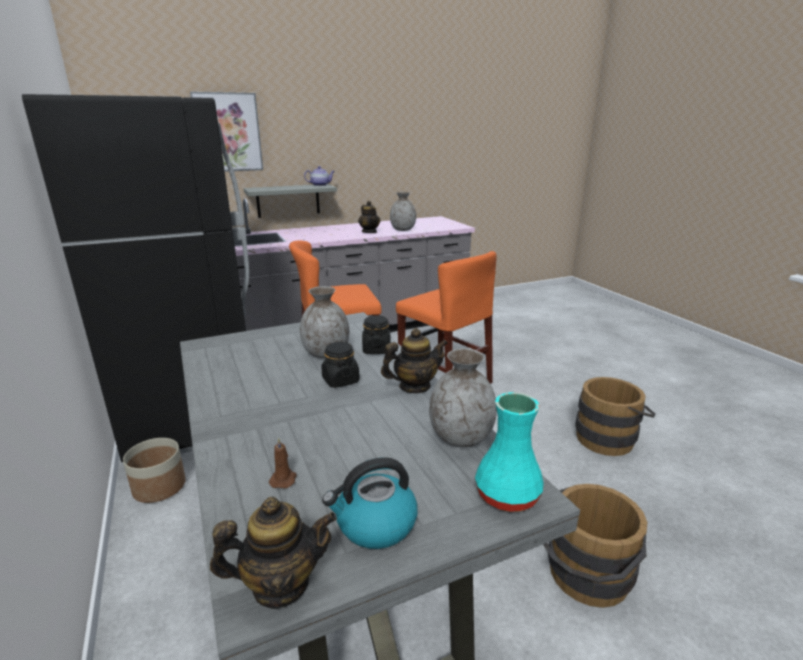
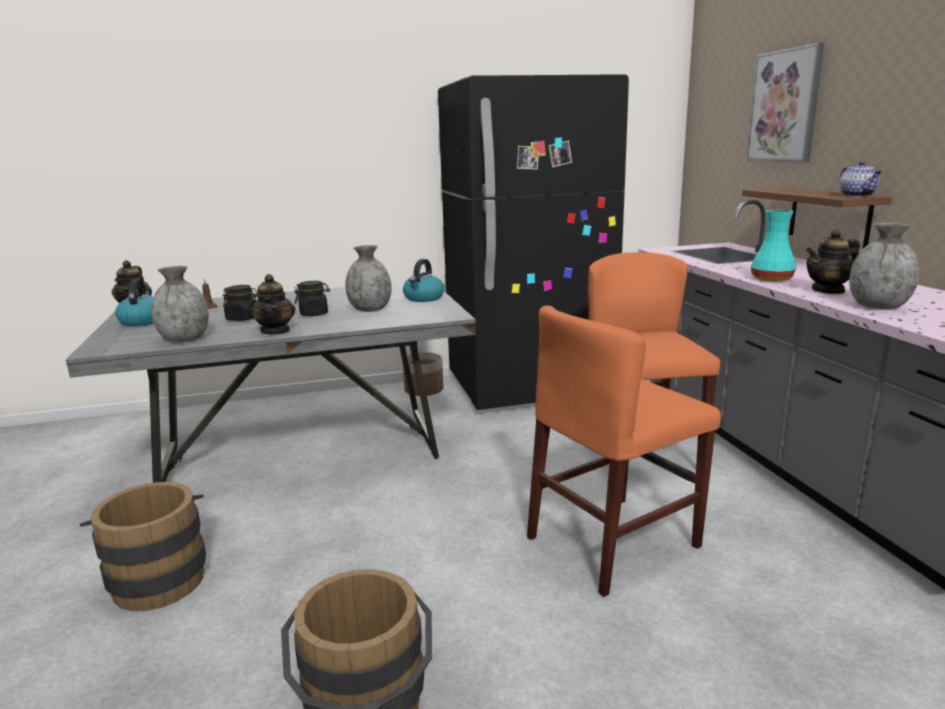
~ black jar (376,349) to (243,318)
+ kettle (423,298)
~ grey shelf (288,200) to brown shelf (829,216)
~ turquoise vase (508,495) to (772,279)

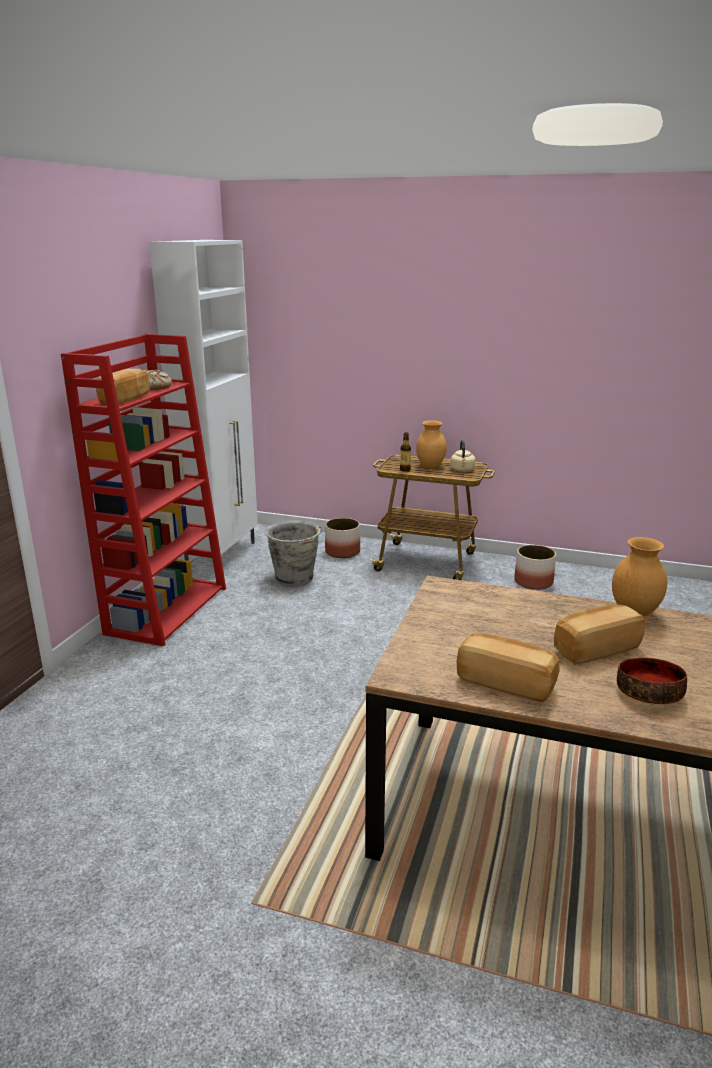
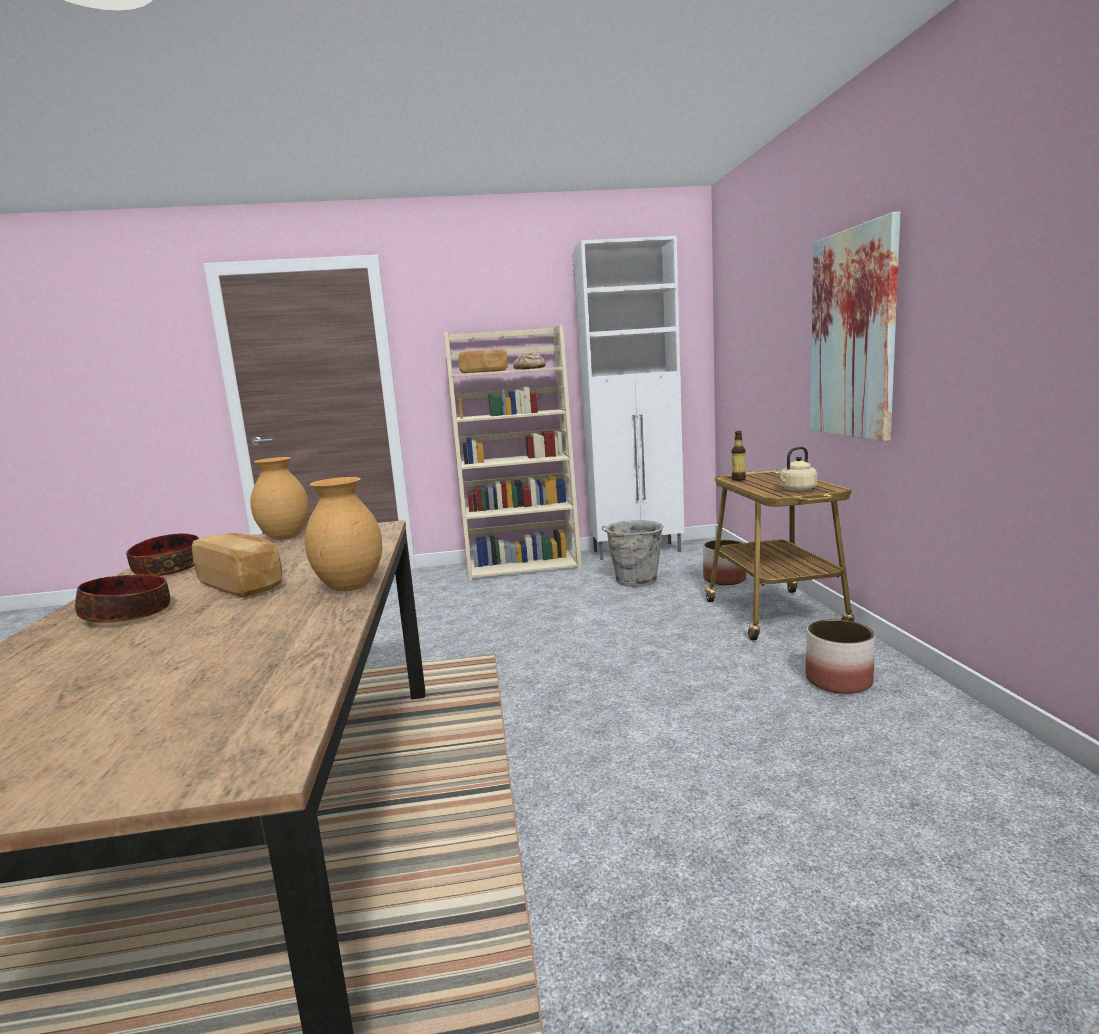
~ bread (506,682) to bowl (168,569)
~ brown vase (431,466) to (285,538)
~ red bookcase (167,609) to beige bookcase (524,566)
+ picture (853,334)

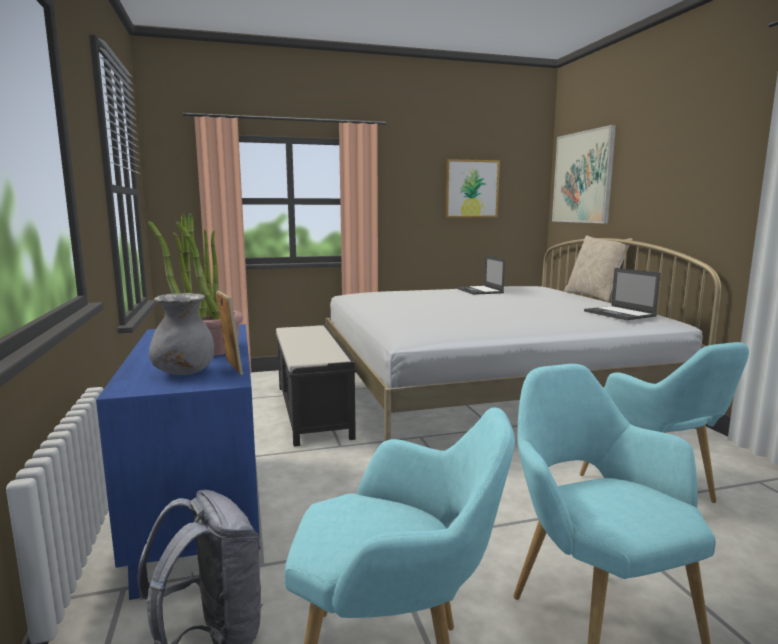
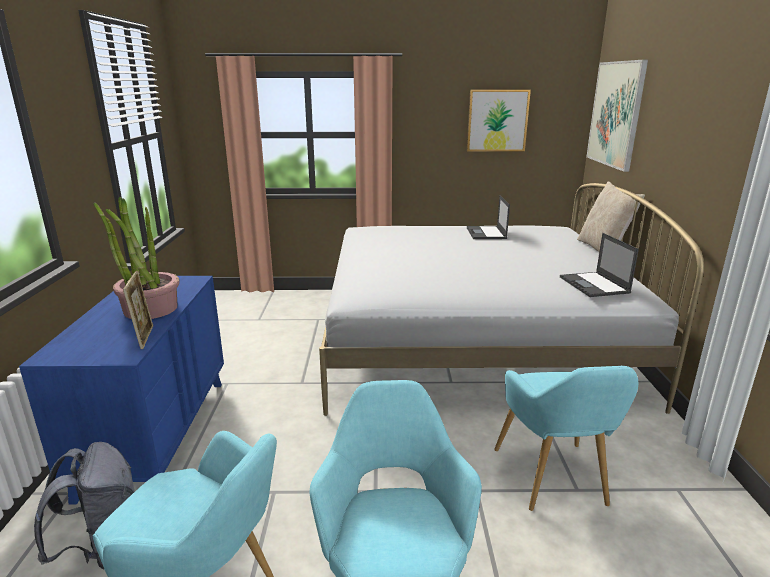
- grey vase (184,373)
- black bench (313,411)

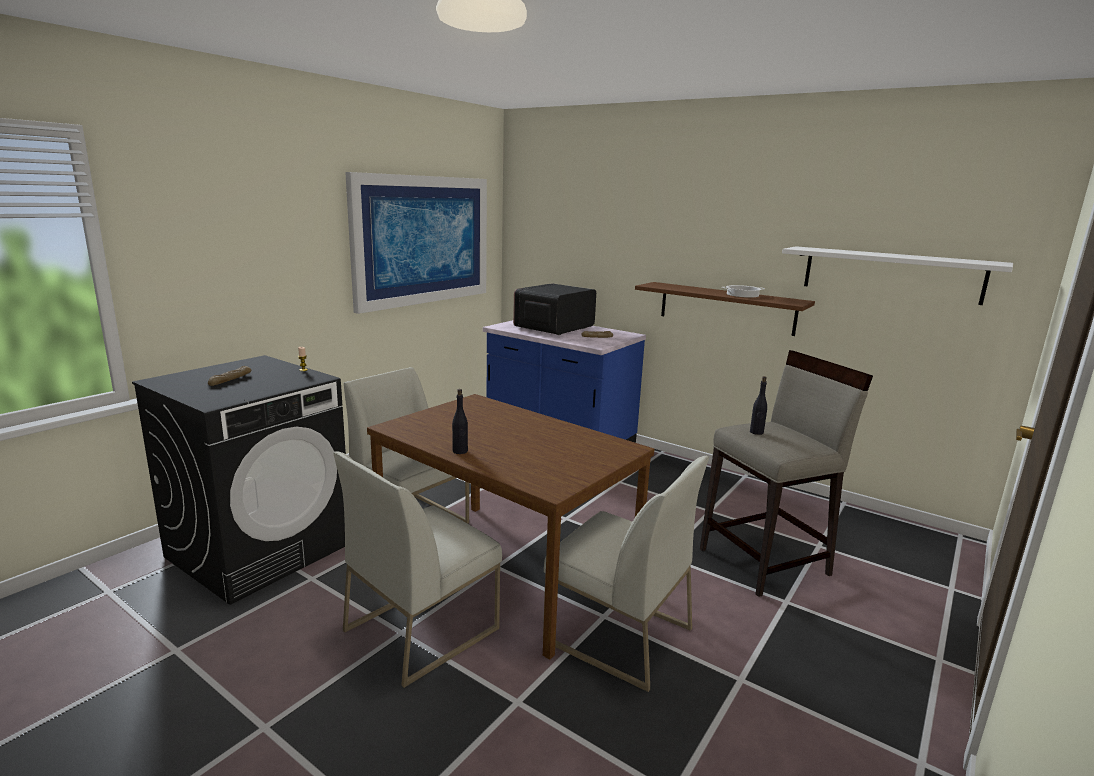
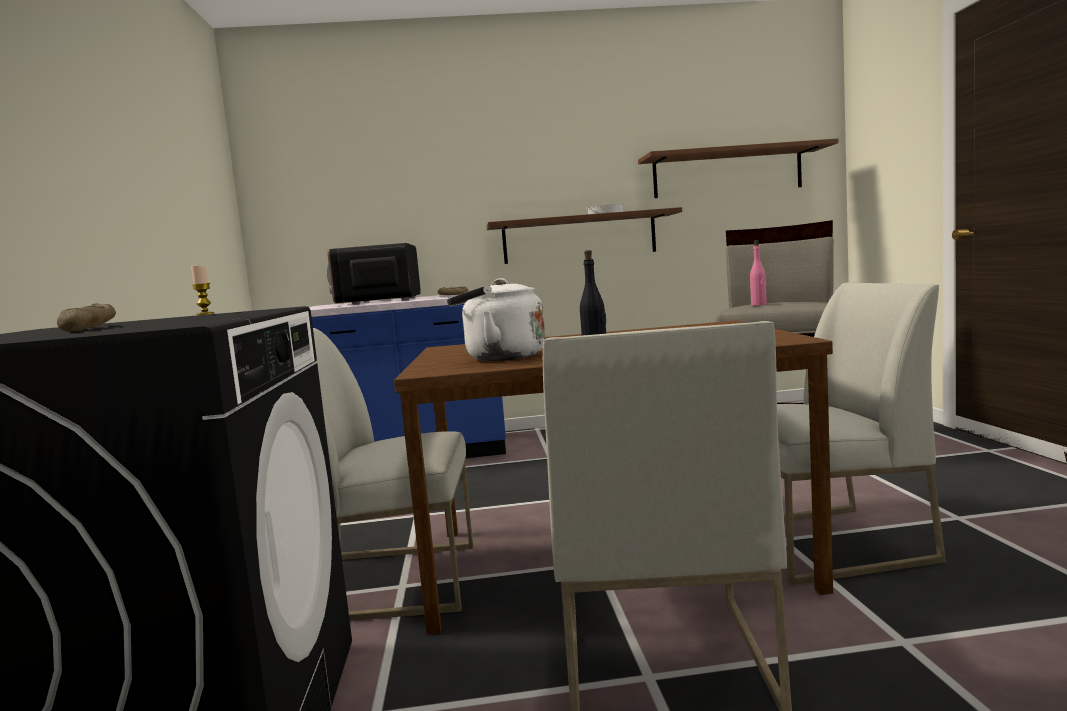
+ white kettle (500,358)
~ white shelf (891,274) to brown shelf (727,173)
~ black bottle (756,432) to pink bottle (759,305)
- picture (423,240)

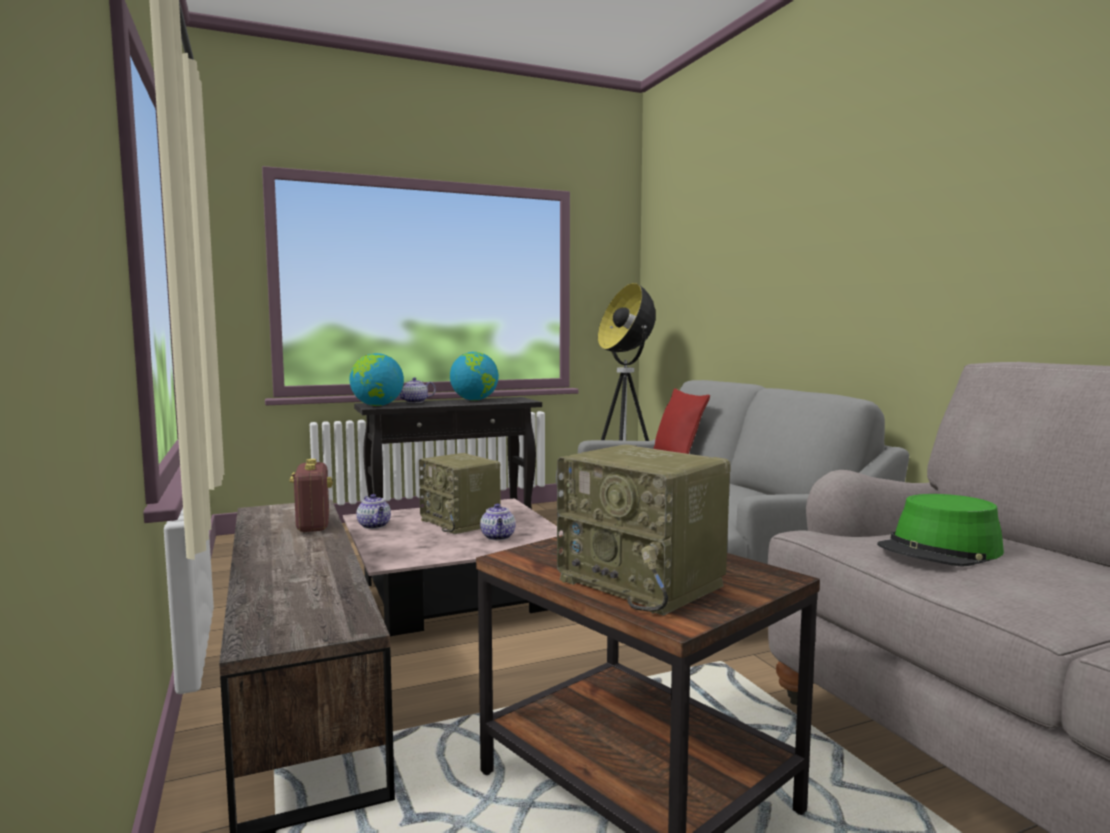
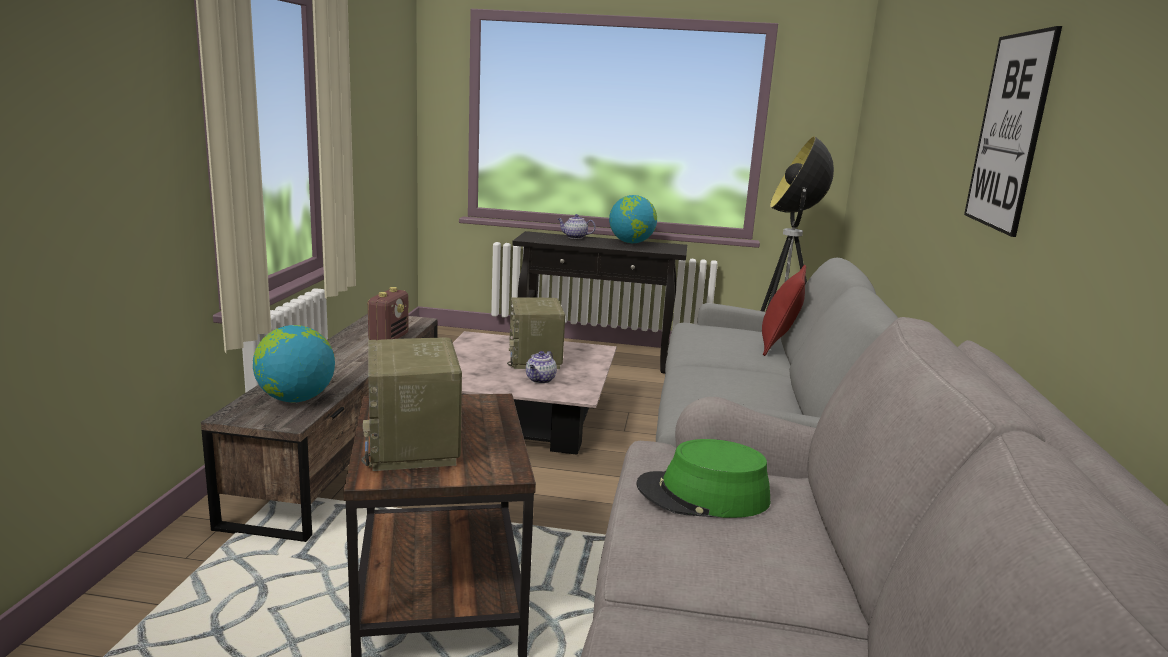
~ globe (377,405) to (296,399)
+ picture (1009,132)
- teapot (374,526)

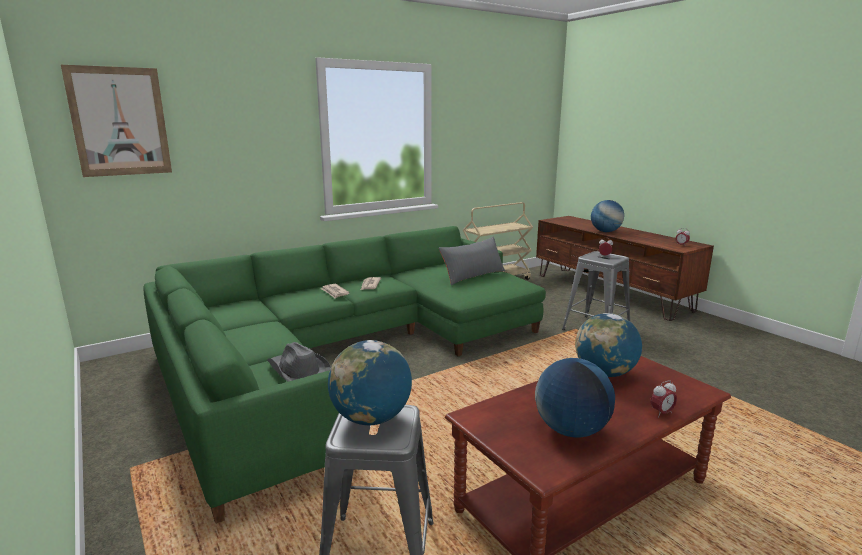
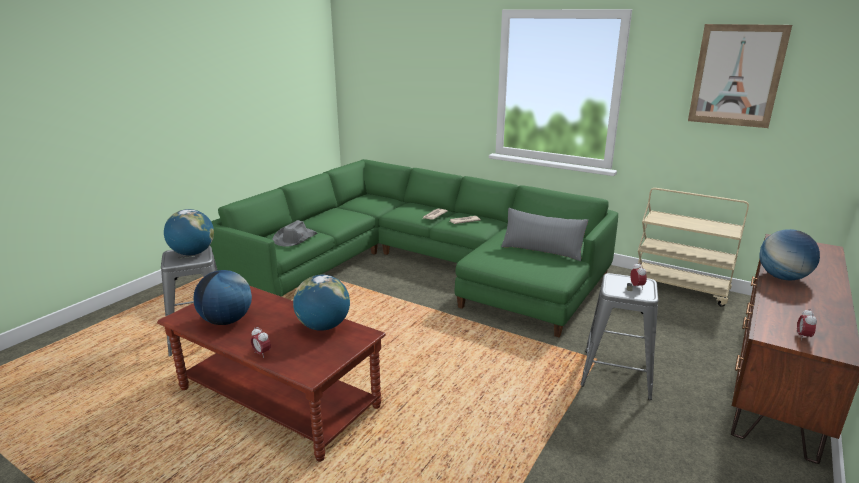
~ picture (120,122) to (736,75)

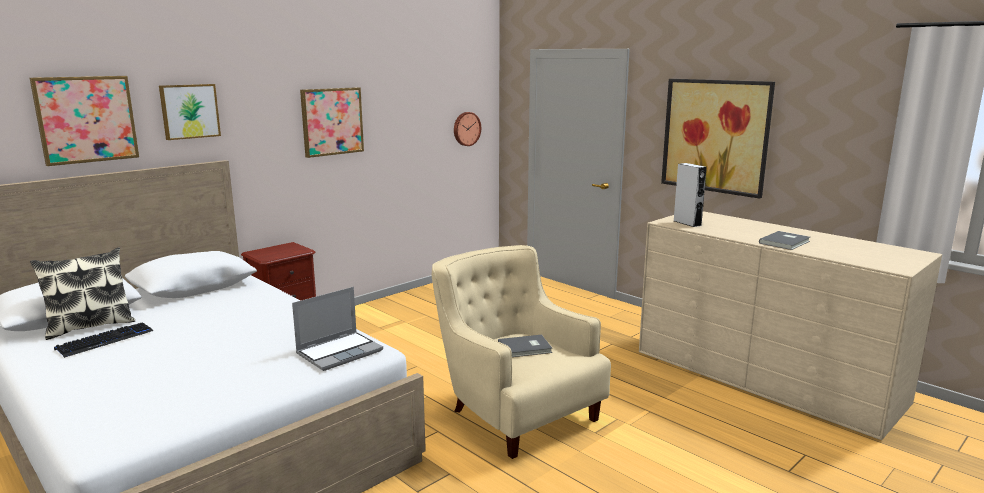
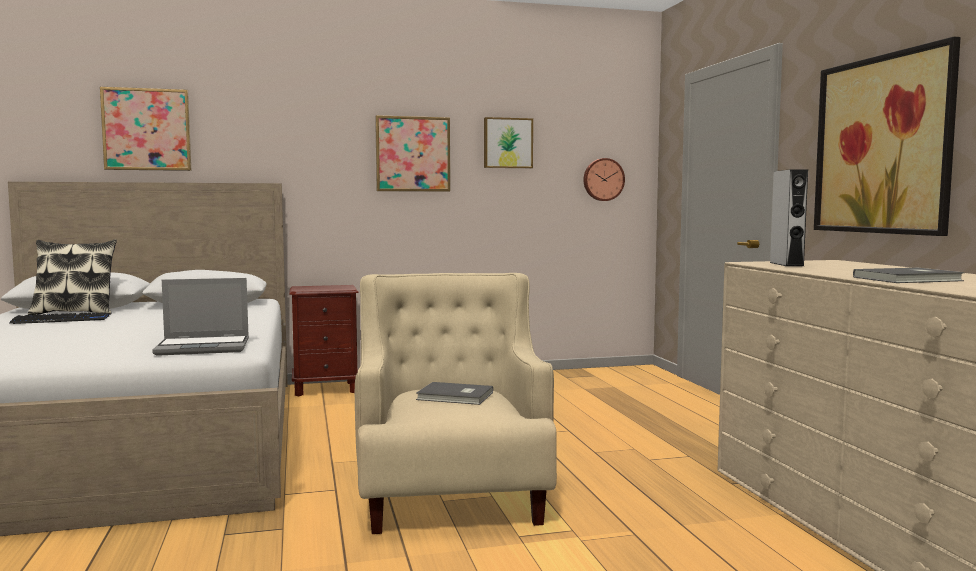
~ picture (189,111) to (507,143)

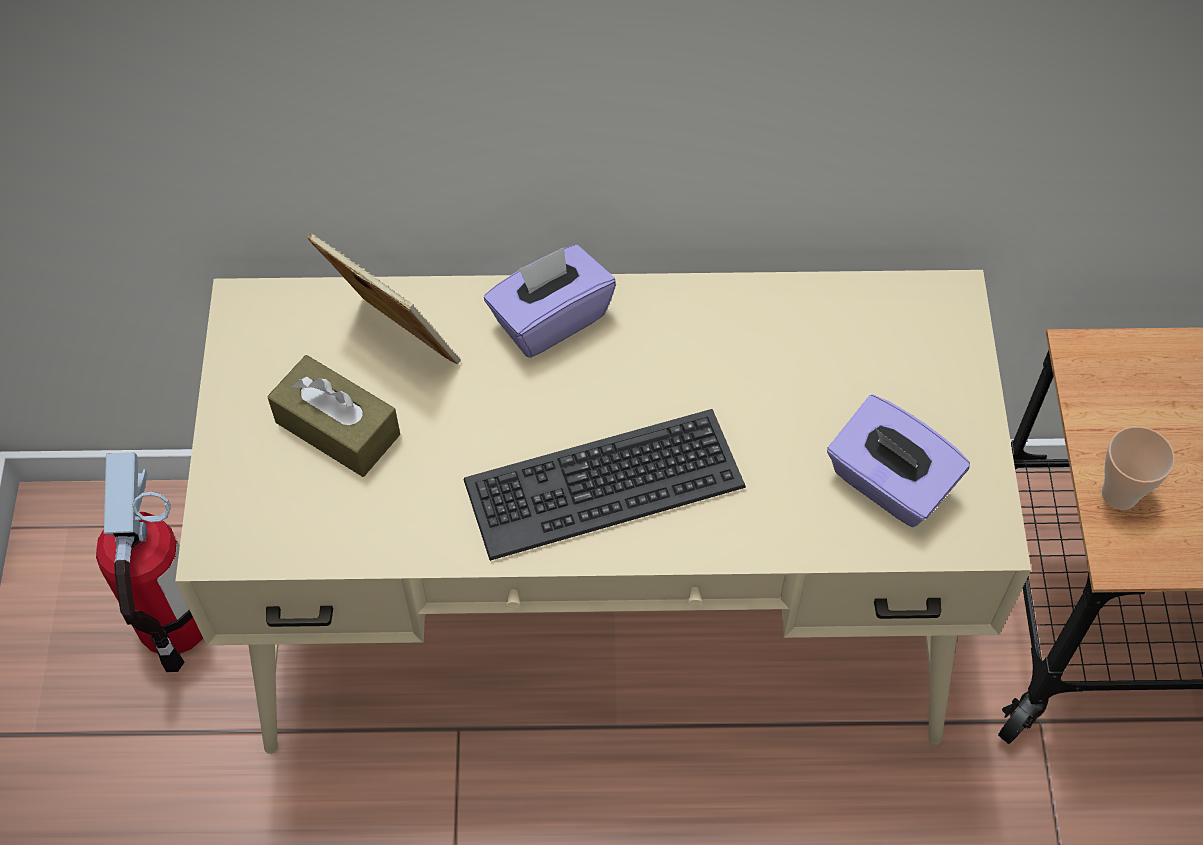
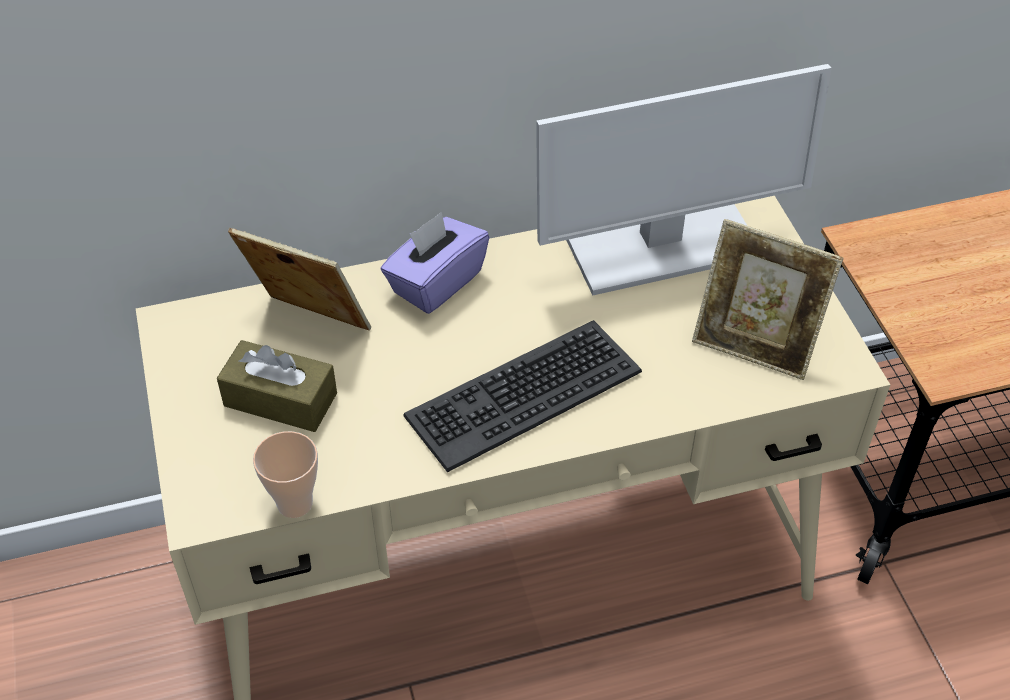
~ cup (1119,494) to (295,503)
+ monitor (661,248)
~ purple tissue box (889,483) to picture frame (755,346)
- fire extinguisher (174,622)

